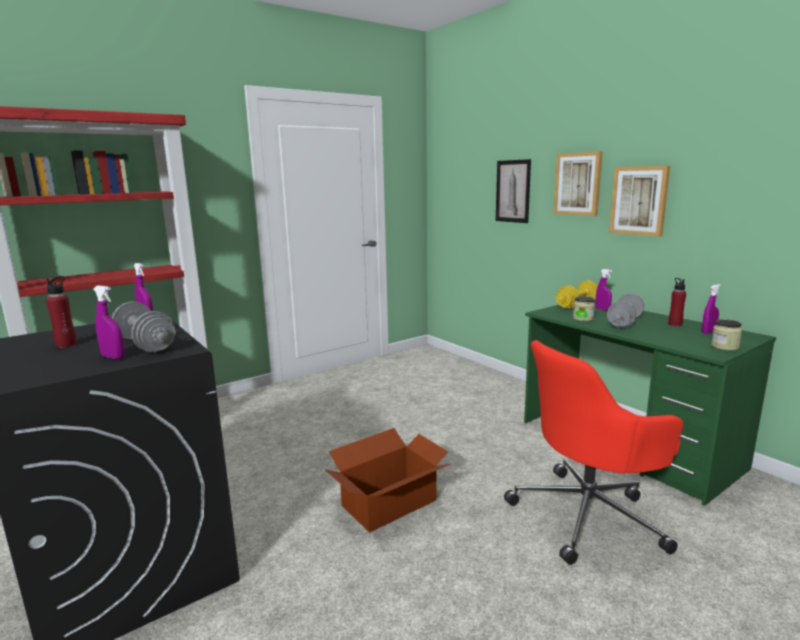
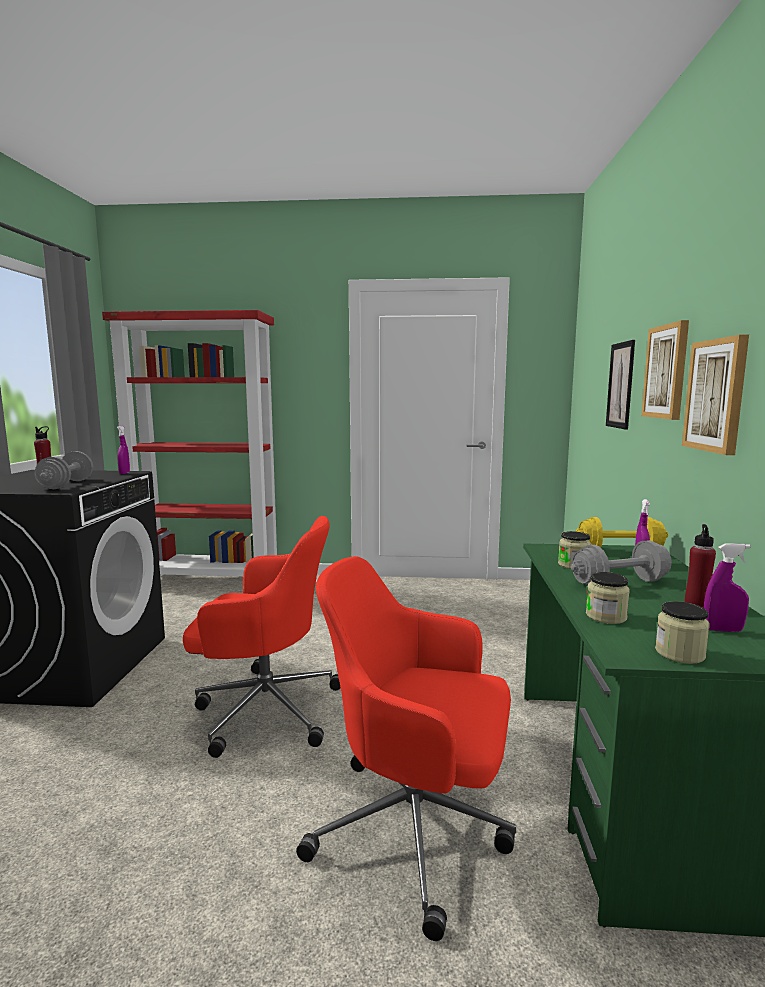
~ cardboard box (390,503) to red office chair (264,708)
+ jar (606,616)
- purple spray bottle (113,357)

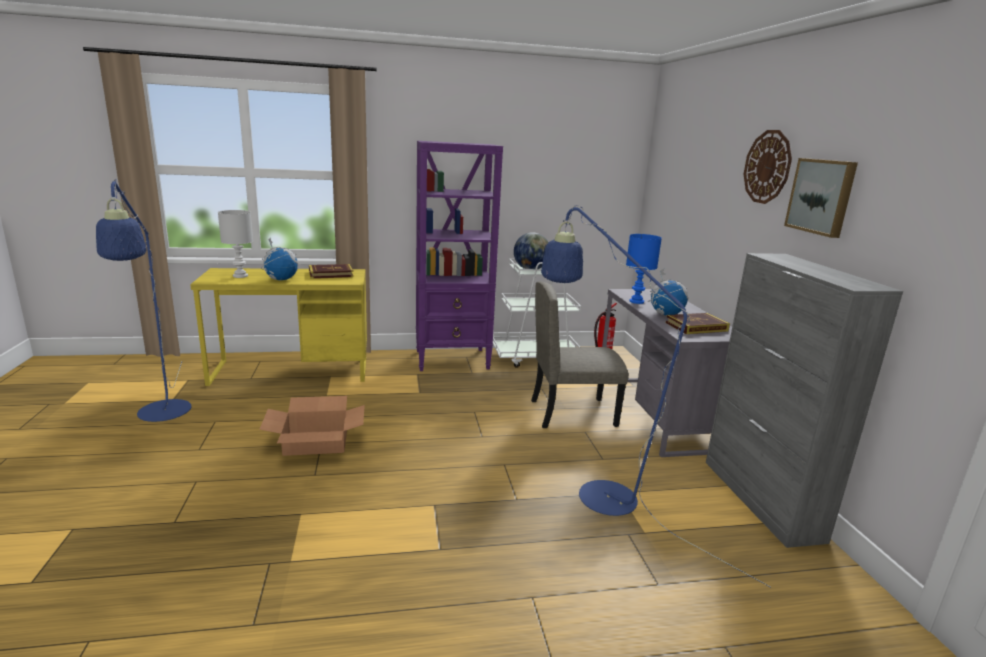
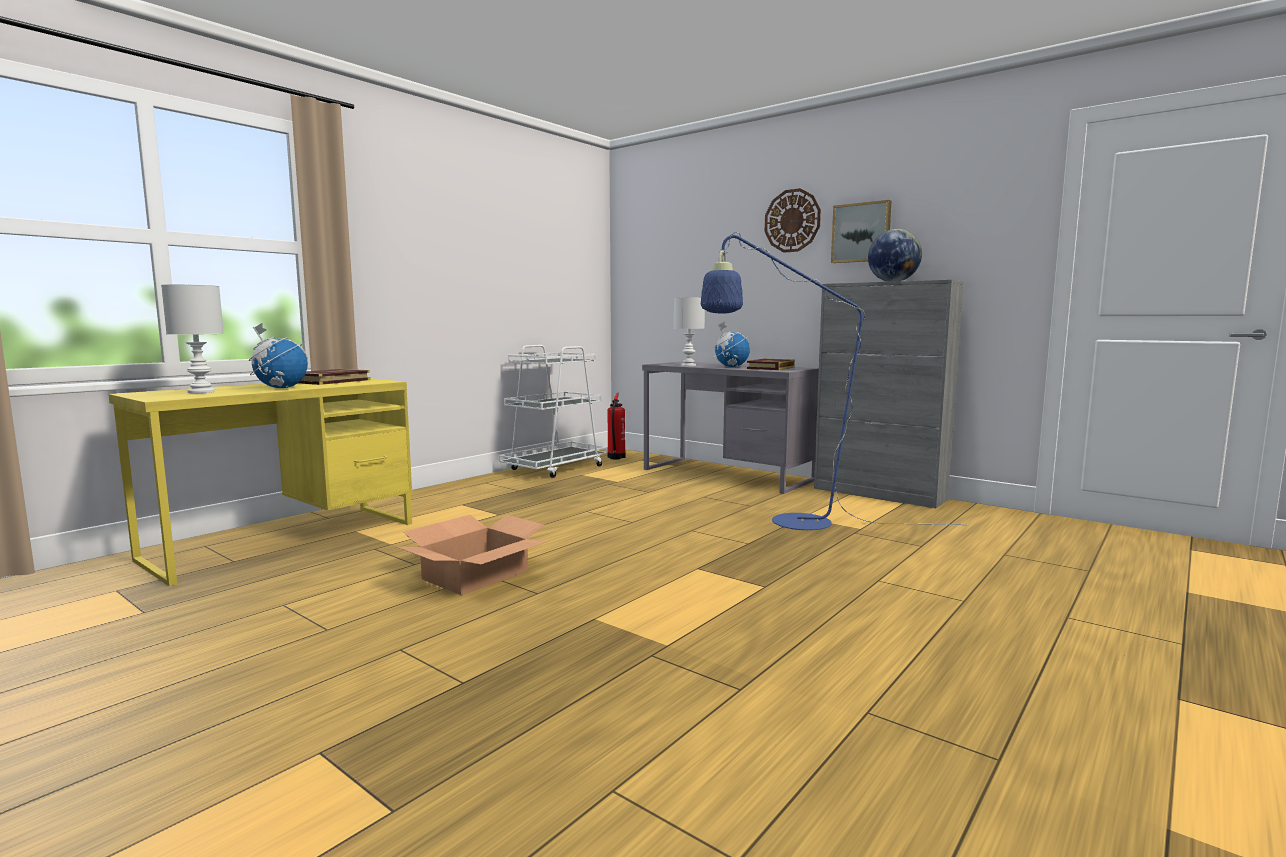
~ blue table lamp (636,302) to white table lamp (688,365)
~ globe (530,269) to (893,282)
- blue floor lamp (163,416)
- purple bookcase (453,360)
- beige chair (572,413)

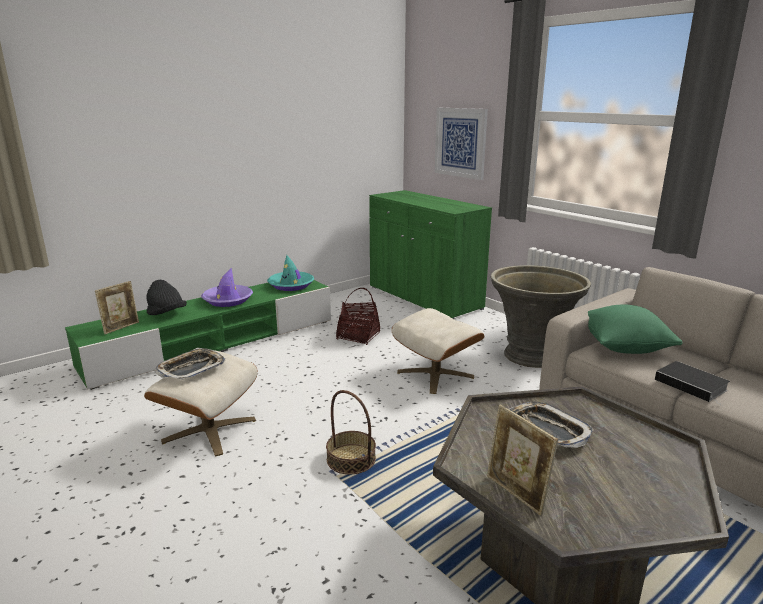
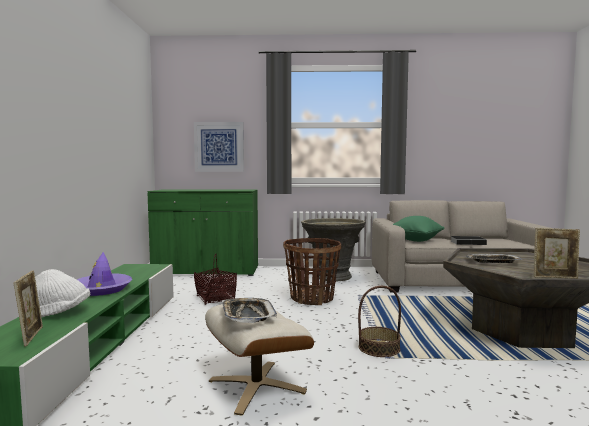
~ black hat (166,314) to white hat (60,313)
~ beige ottoman (435,374) to basket (312,298)
- turquoise hat (291,285)

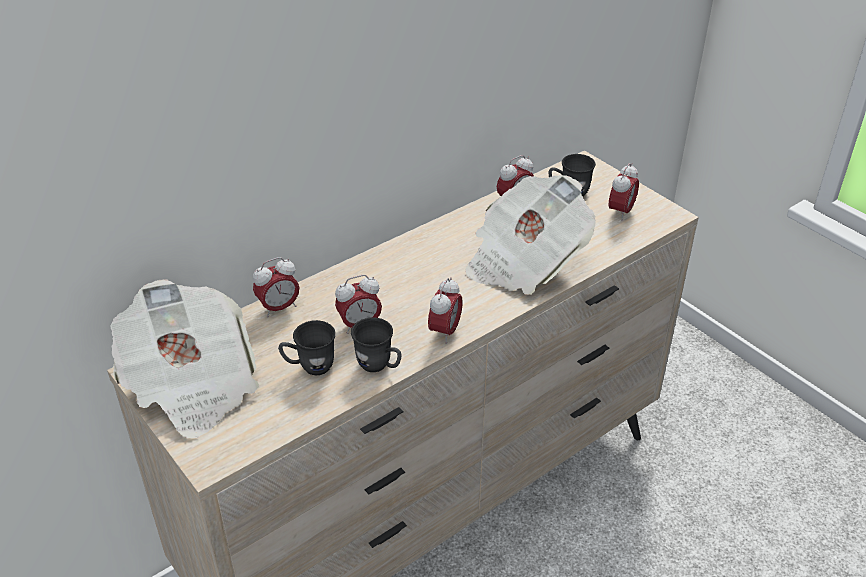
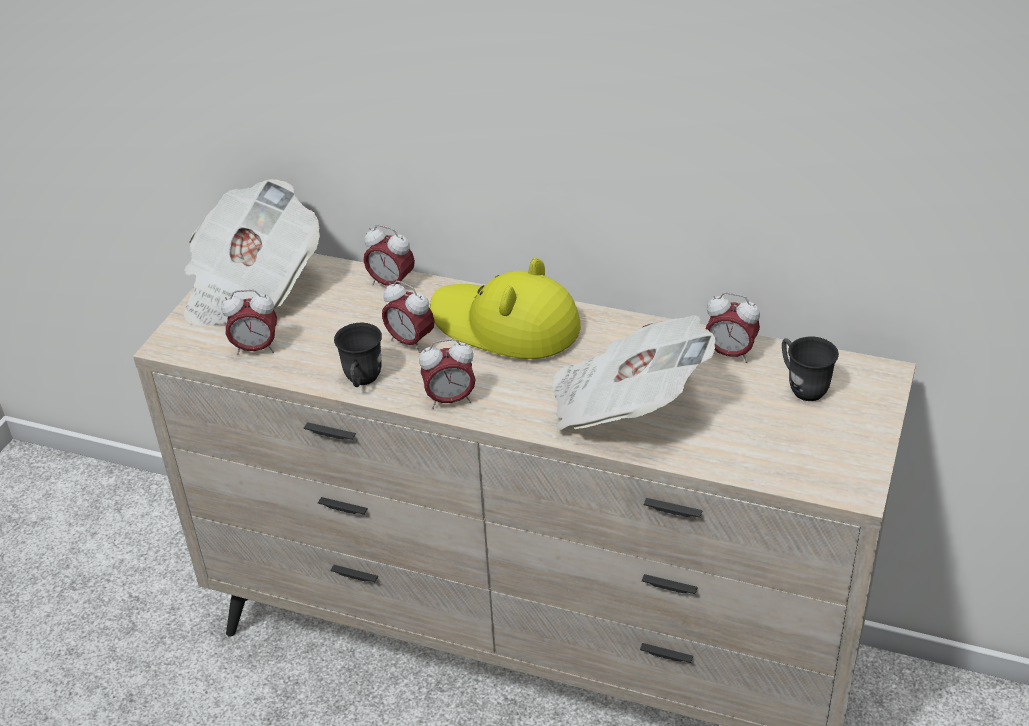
~ alarm clock (620,212) to (256,348)
+ yellow hat (505,325)
- grey mug (310,367)

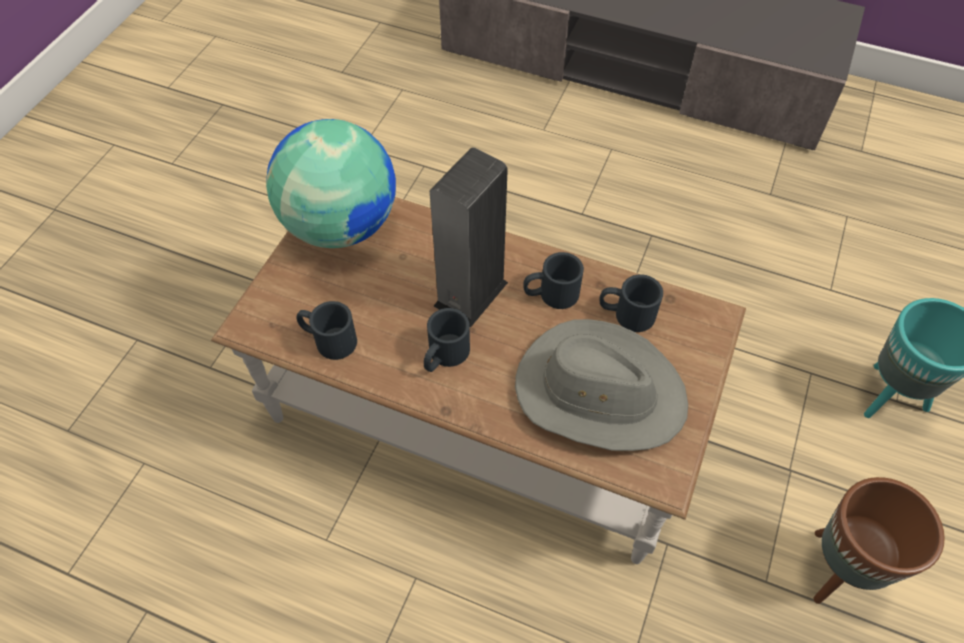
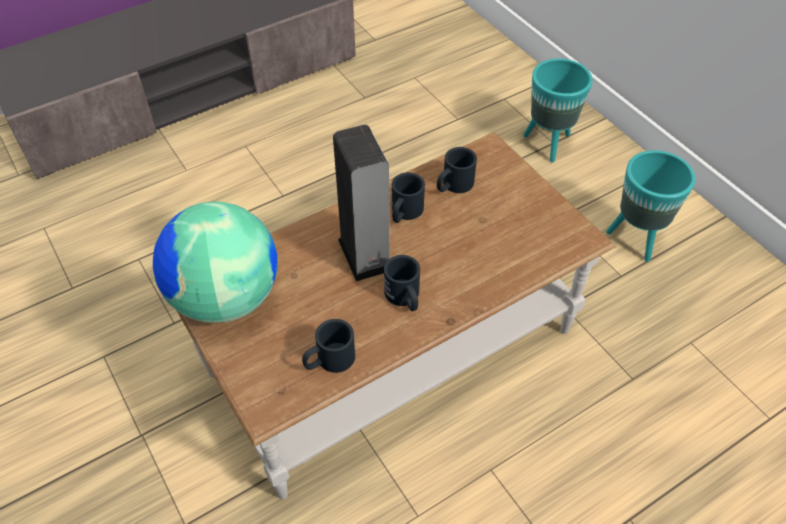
~ brown planter (838,571) to turquoise planter (636,239)
- grey hat (599,391)

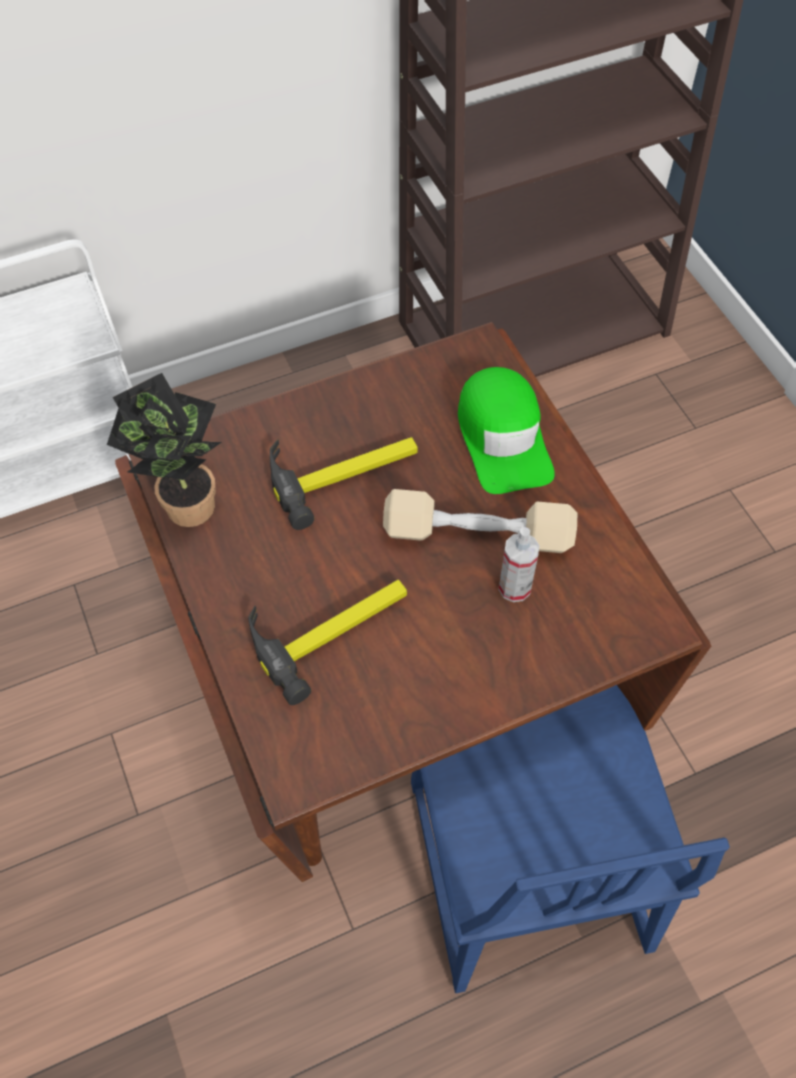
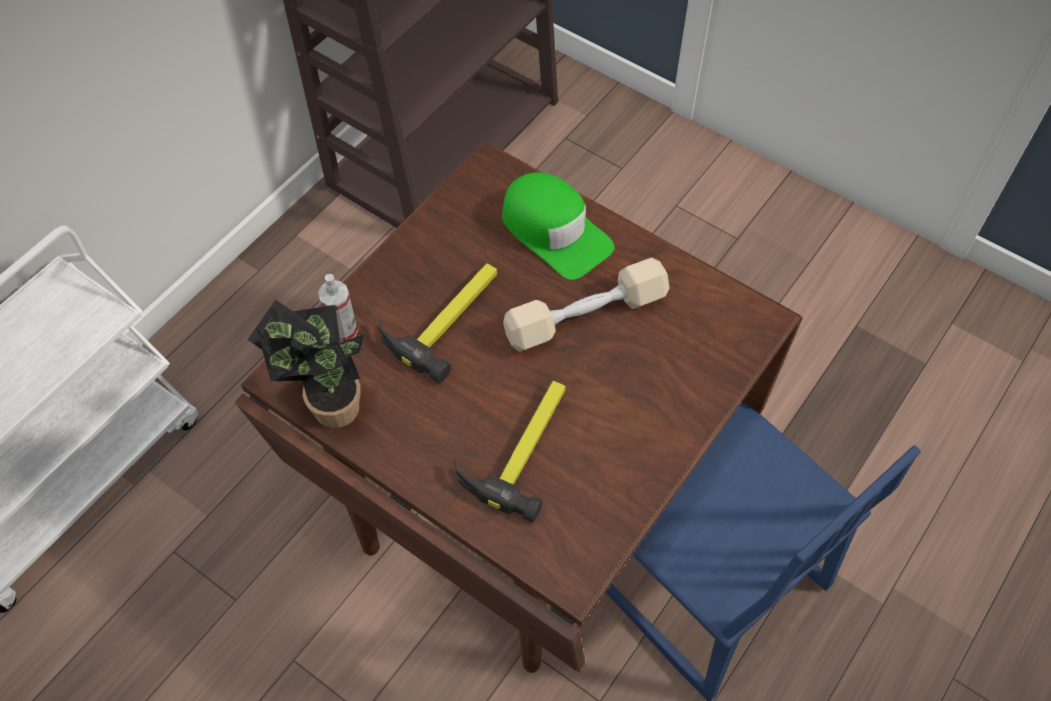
~ spray bottle (514,587) to (343,331)

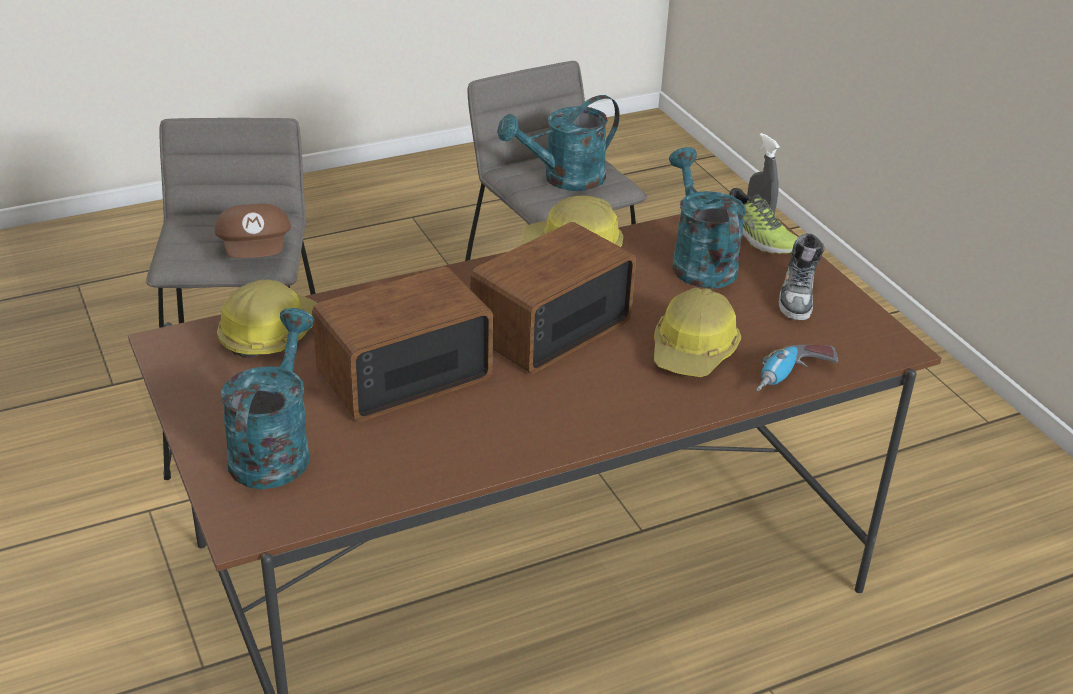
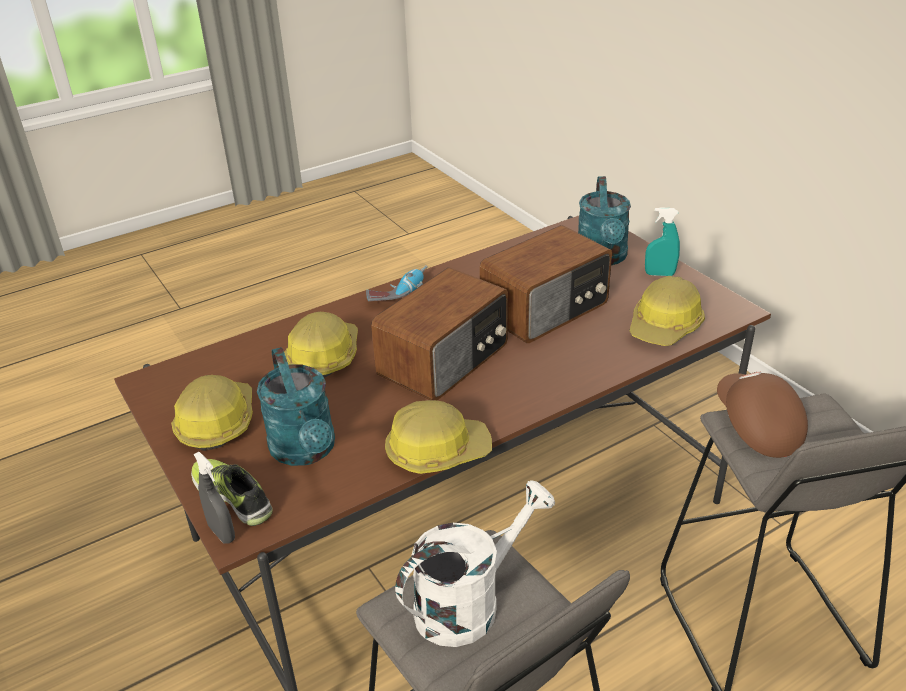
~ shoe (797,296) to hard hat (216,422)
~ power drill (792,379) to (399,292)
~ turquoise watering can (564,179) to white watering can (469,602)
+ turquoise spray bottle (659,274)

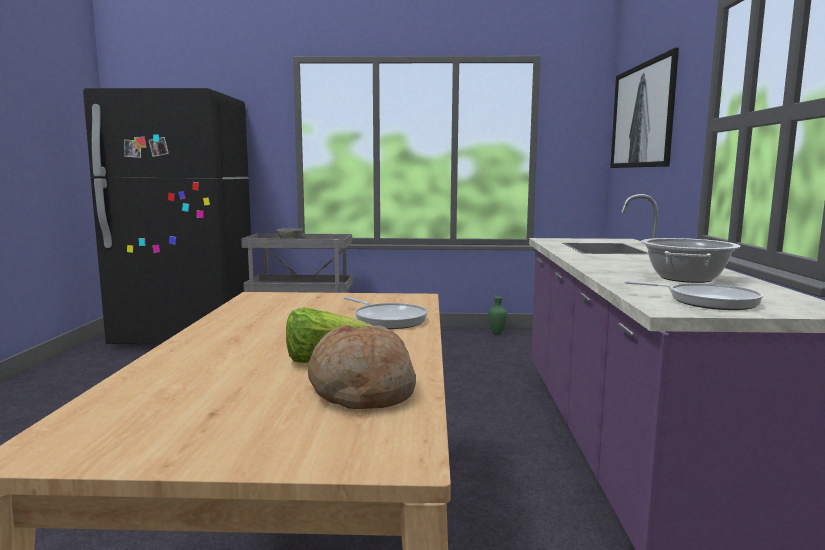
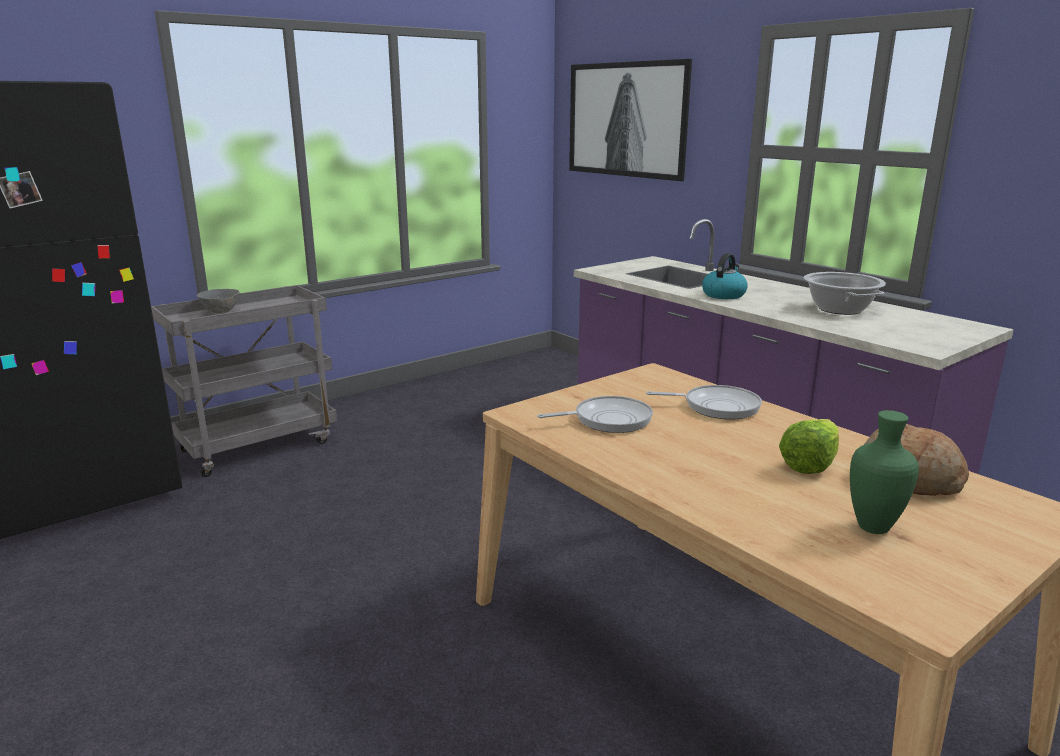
~ frying pan (707,301) to (608,420)
+ kettle (723,295)
~ green vase (496,333) to (872,528)

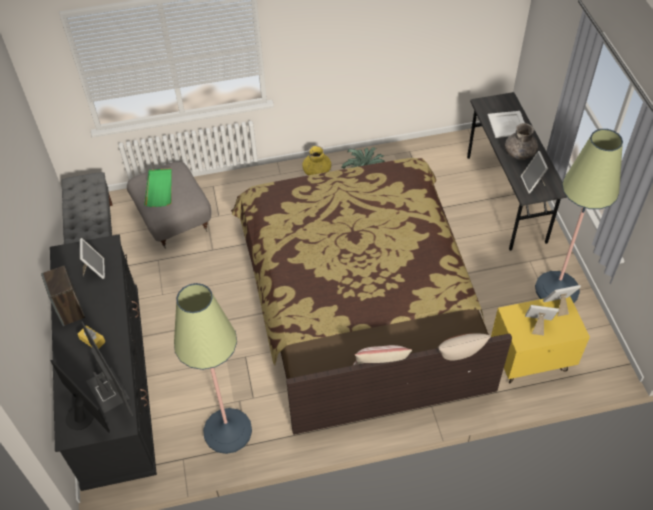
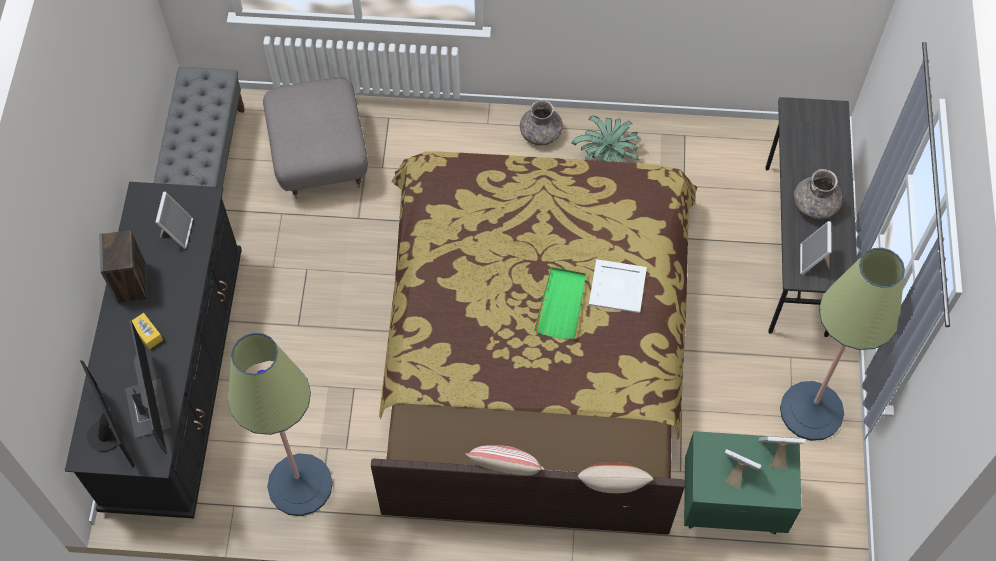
~ yellow vase (317,171) to grey vase (540,134)
~ green tray (159,188) to (561,304)
~ white tray (507,124) to (617,286)
~ yellow nightstand (530,361) to green nightstand (731,505)

